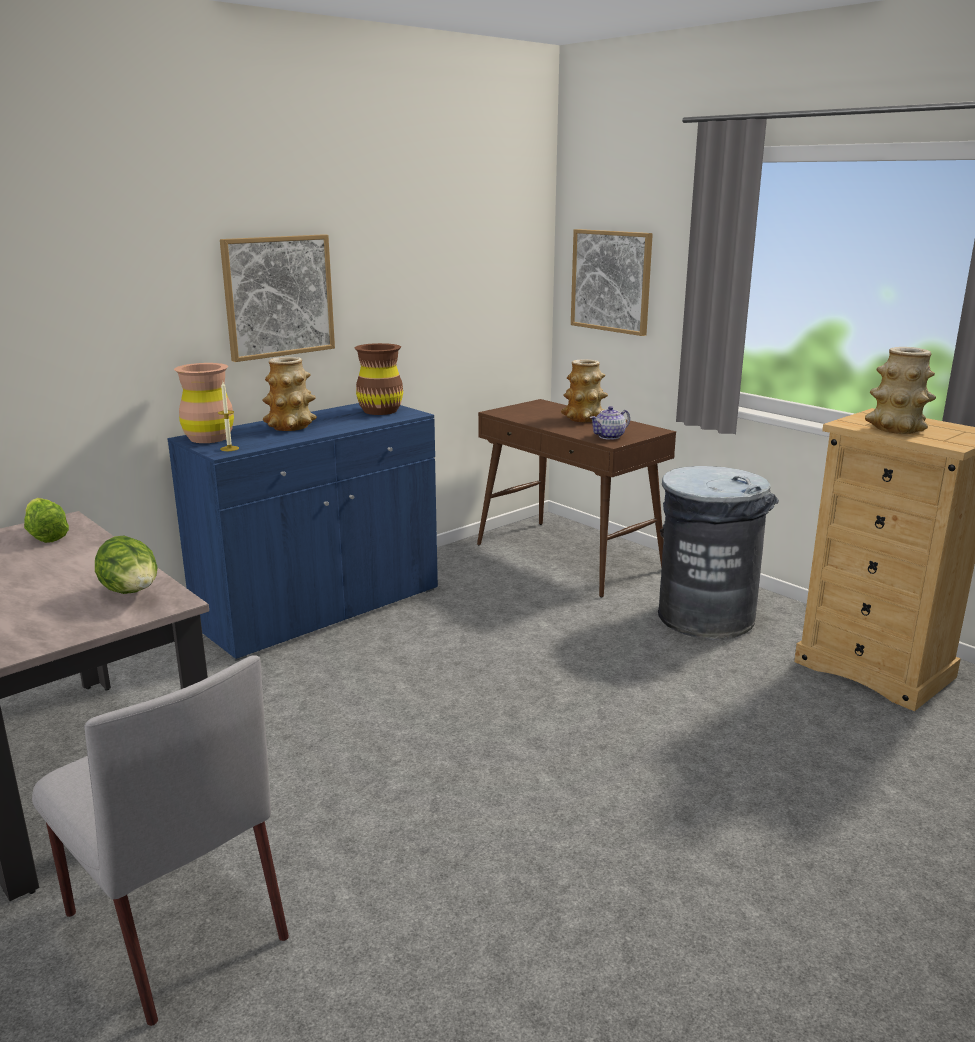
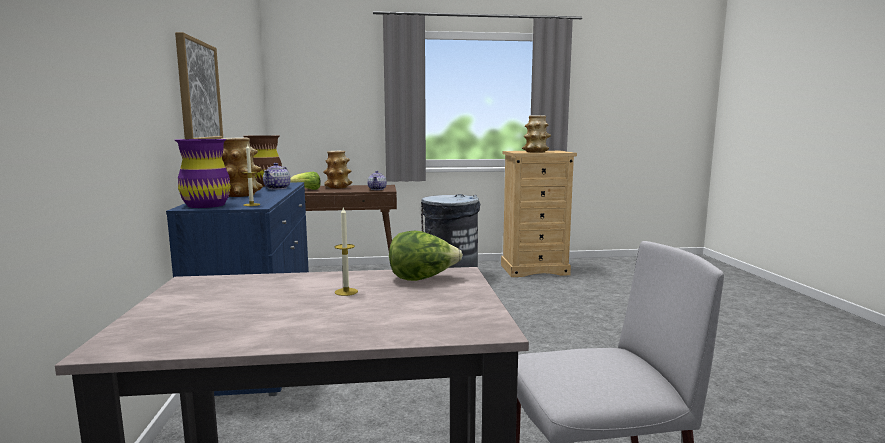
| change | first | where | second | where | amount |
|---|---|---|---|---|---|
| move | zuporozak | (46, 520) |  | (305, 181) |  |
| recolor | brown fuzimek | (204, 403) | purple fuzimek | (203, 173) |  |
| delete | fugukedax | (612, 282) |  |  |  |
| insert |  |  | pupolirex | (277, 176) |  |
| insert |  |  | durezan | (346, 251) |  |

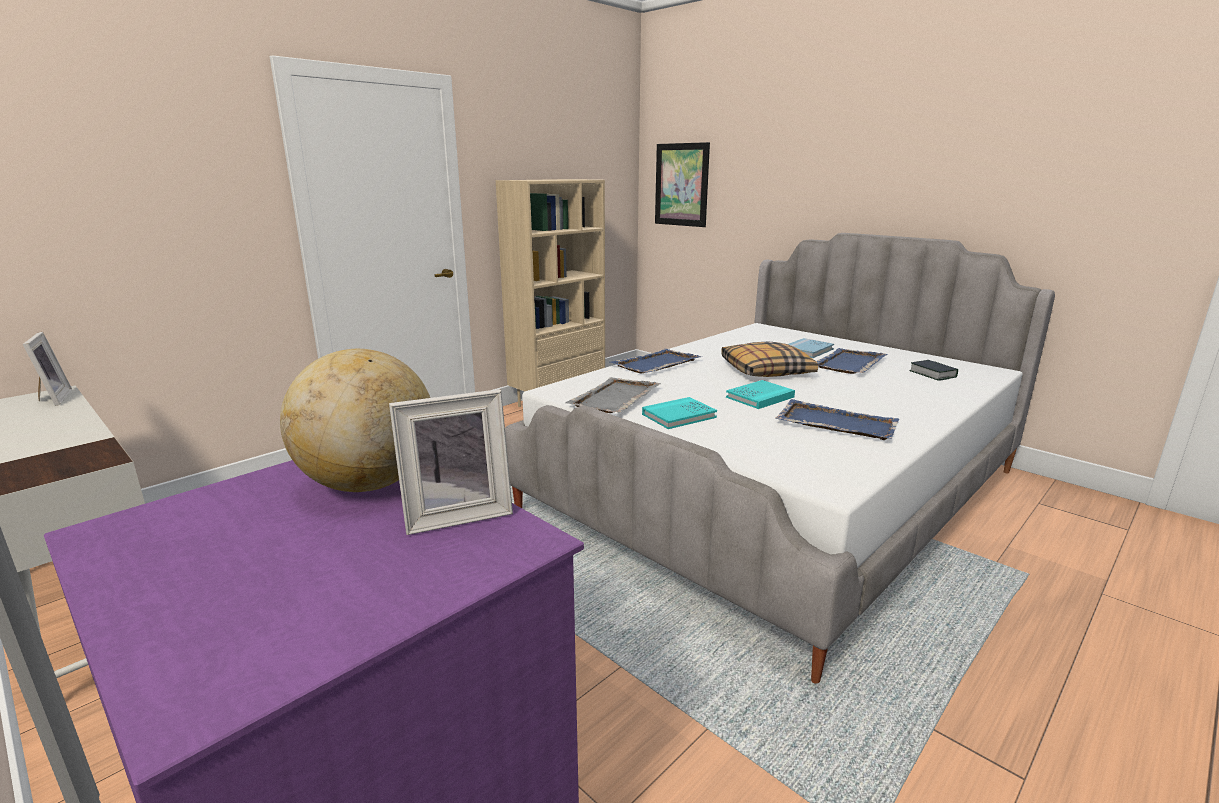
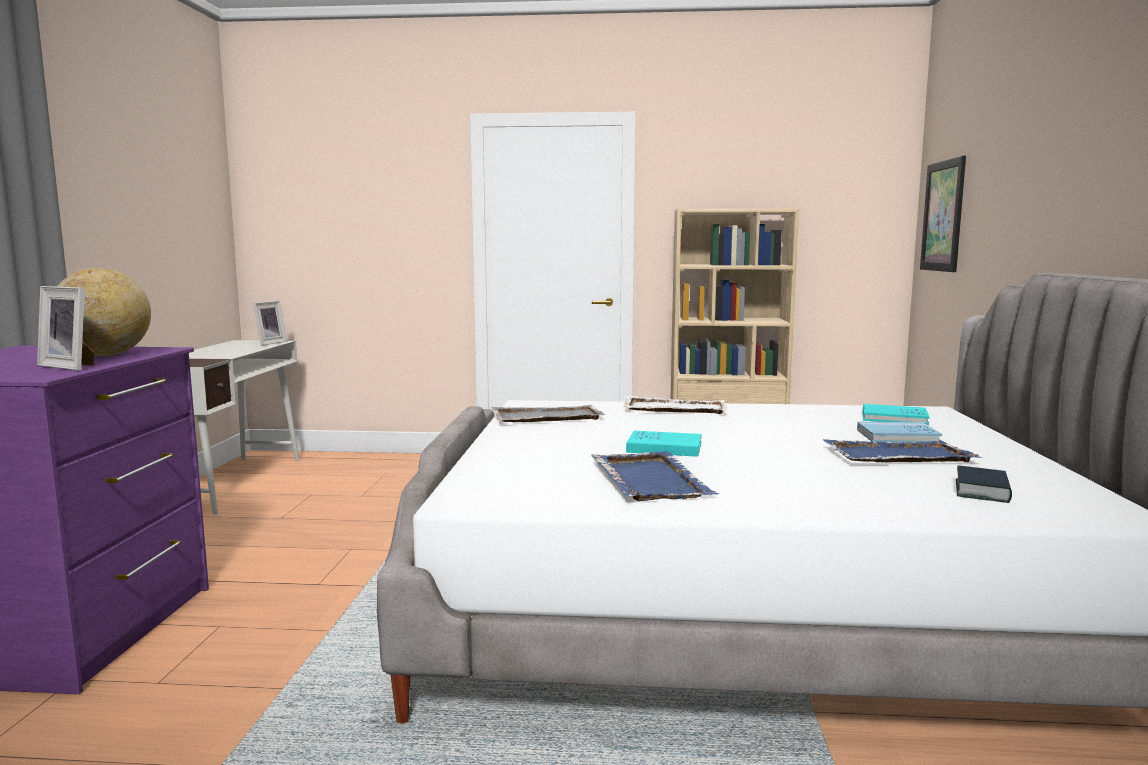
| change | first | where | second | where | amount |
|---|---|---|---|---|---|
| recolor | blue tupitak | (656, 361) | white tupitak | (675, 405) |  |
| move | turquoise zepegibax | (679, 413) |  | (896, 414) |  |
| delete | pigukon | (770, 359) |  |  |  |

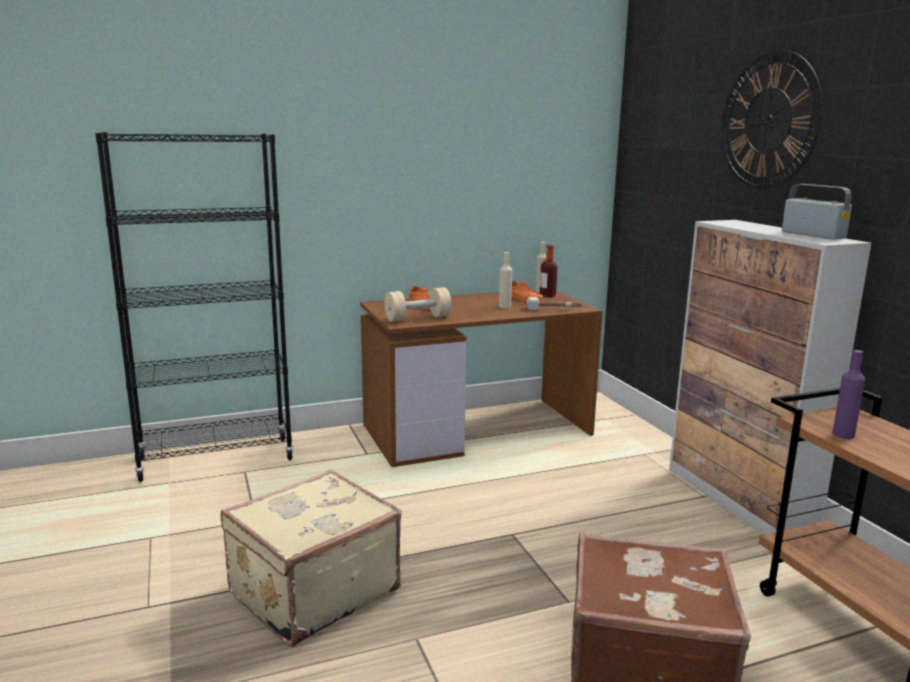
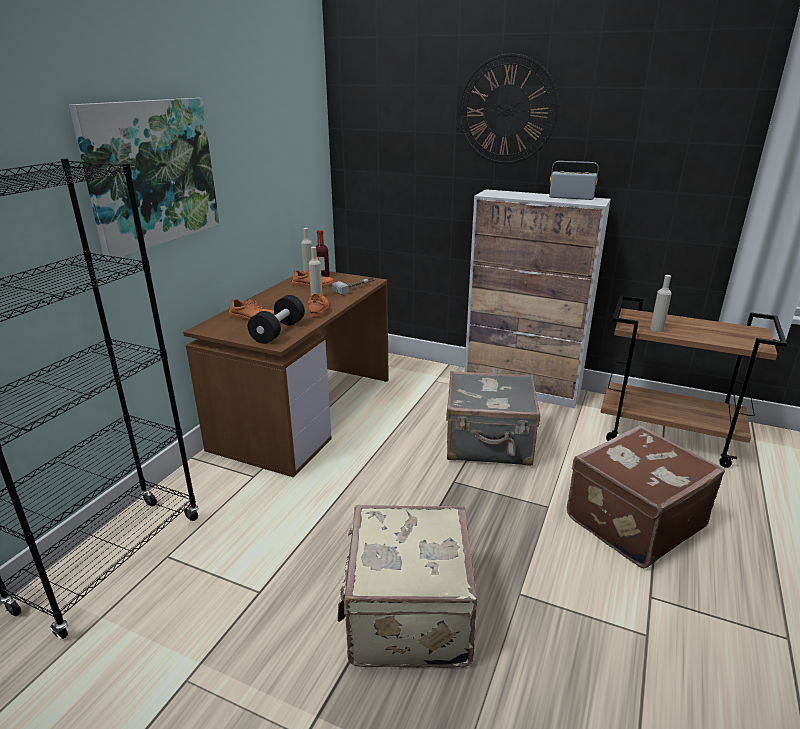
| change | first | where | second | where | amount |
|---|---|---|---|---|---|
| recolor | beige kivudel | (418, 304) | black kivudel | (276, 319) |  |
| recolor | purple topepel | (848, 394) | beige topepel | (661, 303) |  |
| insert |  |  | fugukedax | (144, 179) |  |
| insert |  |  | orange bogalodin | (318, 305) |  |
| insert |  |  | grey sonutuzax | (493, 418) |  |

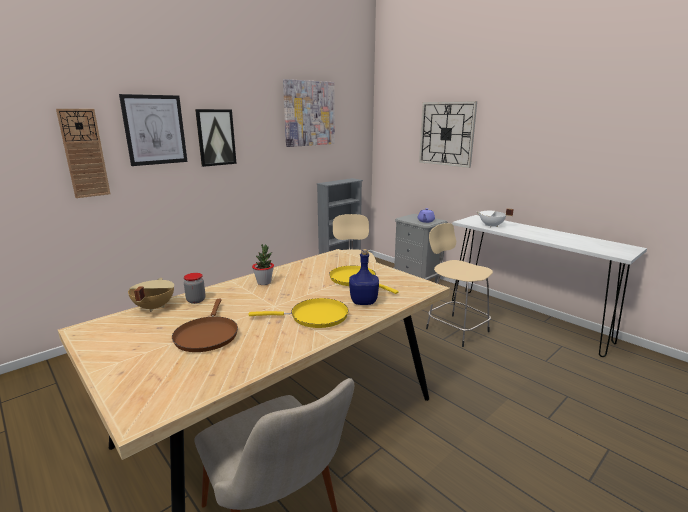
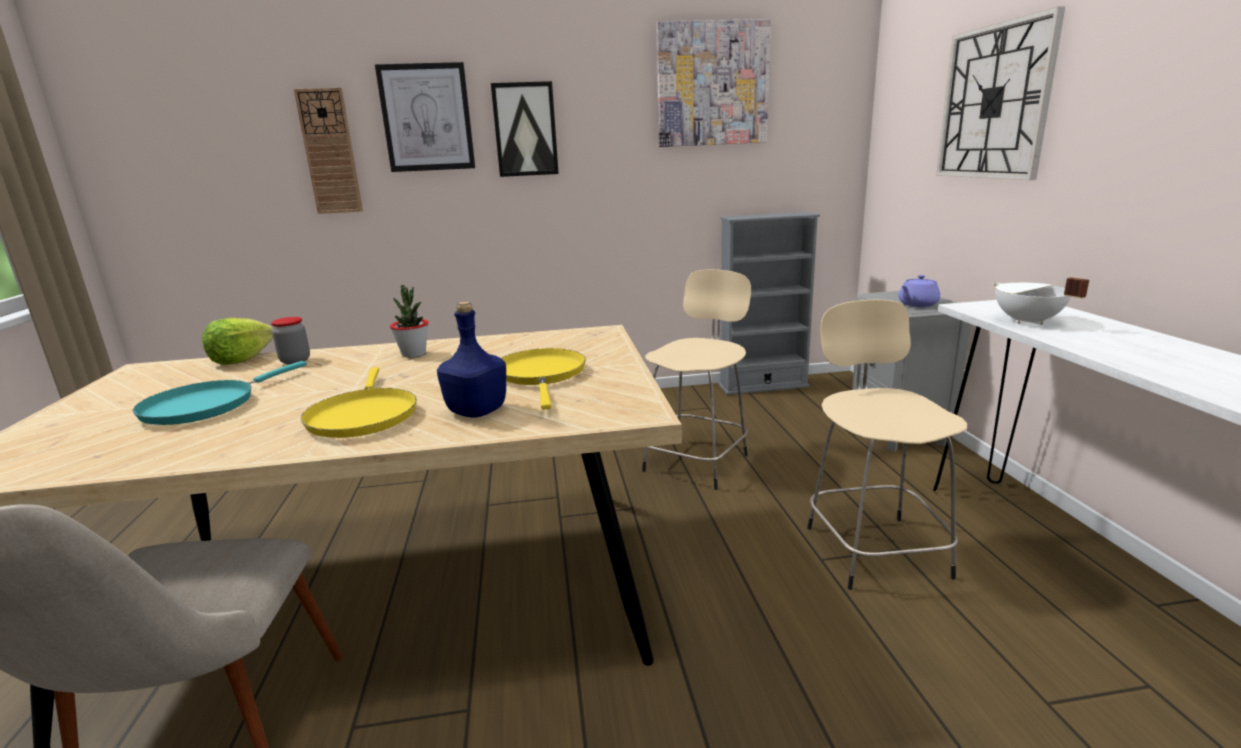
| change | first | where | second | where | amount |
|---|---|---|---|---|---|
| replace | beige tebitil | (151, 295) | zuporozak | (237, 341) |  |
| recolor | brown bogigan | (205, 325) | turquoise bogigan | (220, 393) |  |
| rotate | yellow bogigan | (298, 313) |  | (359, 402) | 45 degrees clockwise |

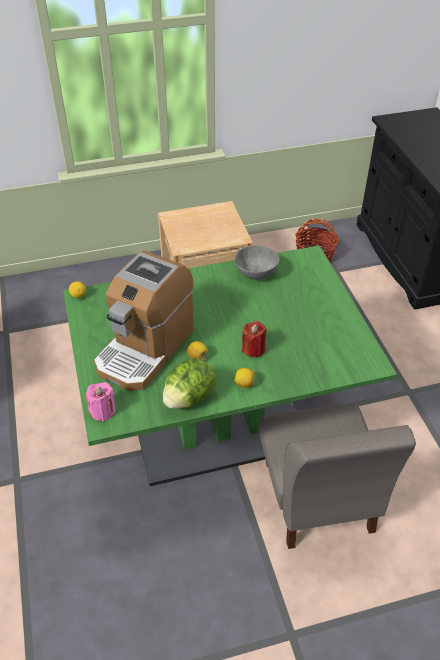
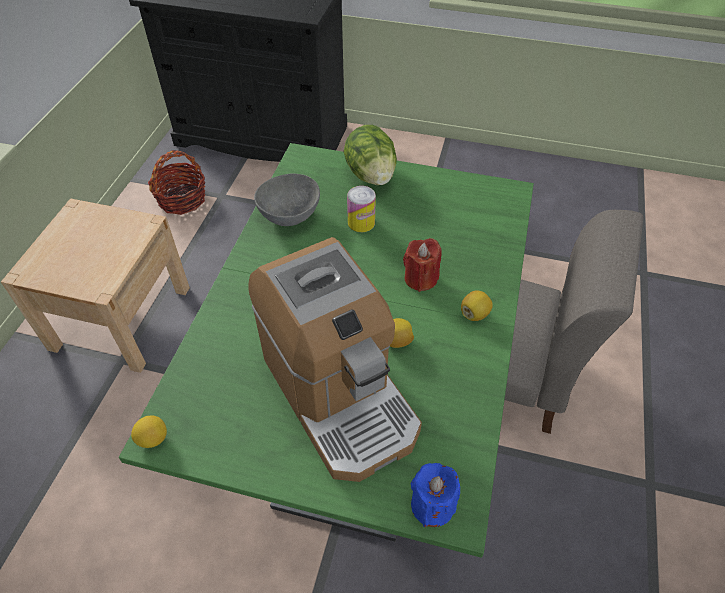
| change | first | where | second | where | amount |
|---|---|---|---|---|---|
| recolor | pink durezan | (100, 401) | blue durezan | (435, 495) |  |
| move | zuporozak | (189, 383) |  | (370, 155) |  |
| insert |  |  | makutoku | (361, 209) |  |

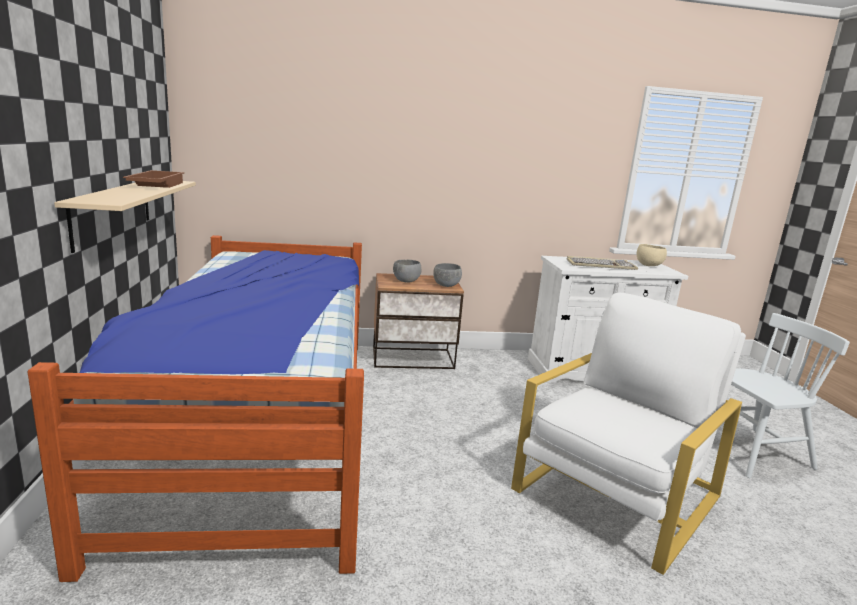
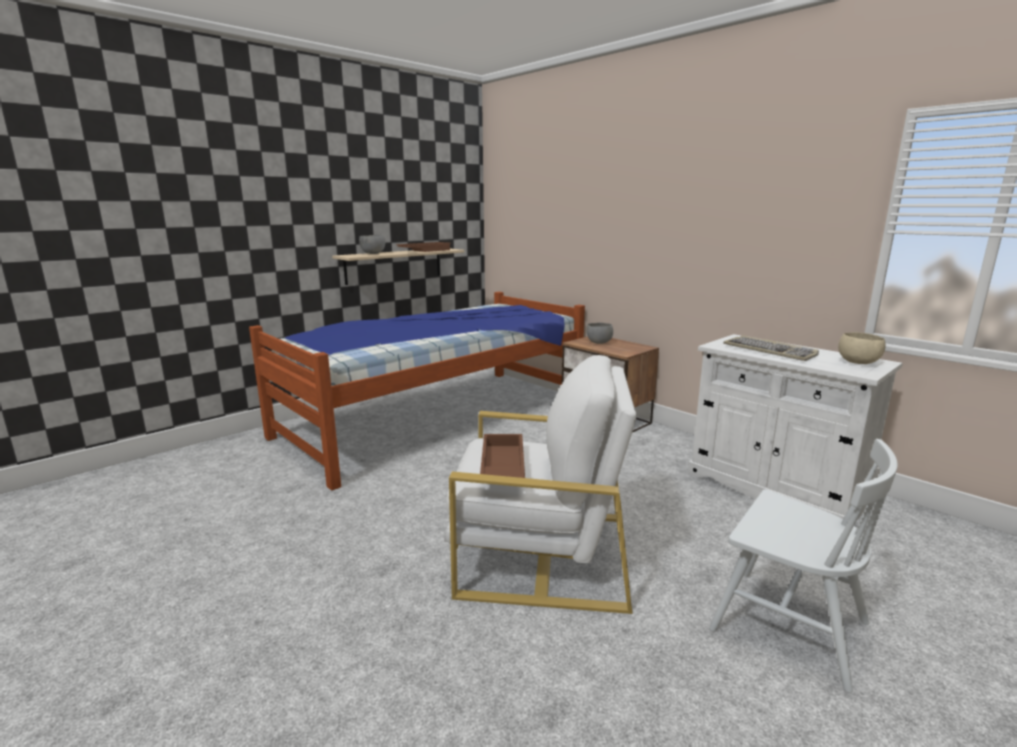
| change | first | where | second | where | amount |
|---|---|---|---|---|---|
| move | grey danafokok | (447, 275) |  | (372, 244) |  |
| insert |  |  | brown tupitak | (502, 456) |  |

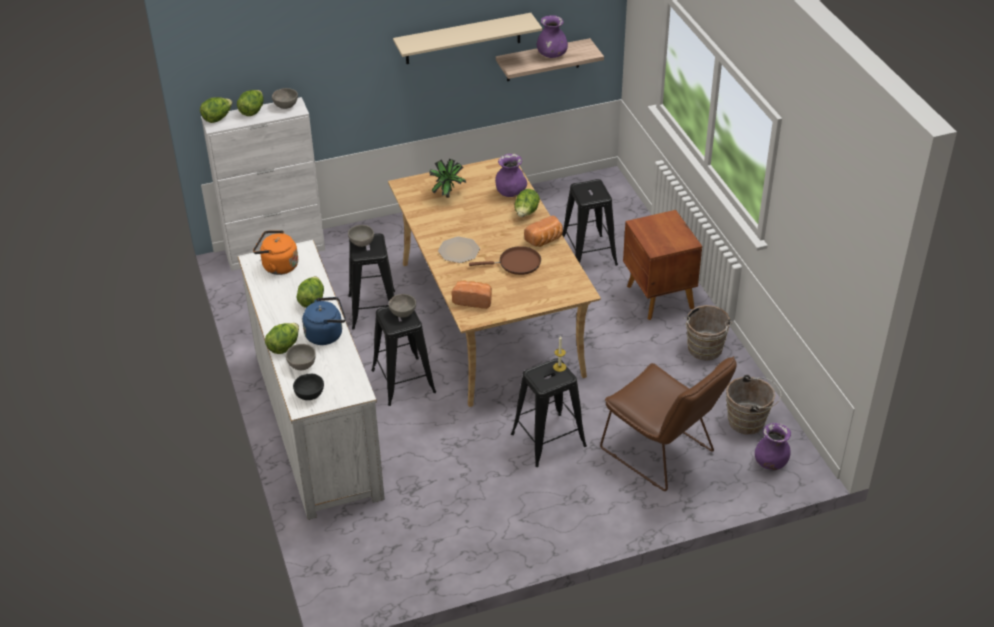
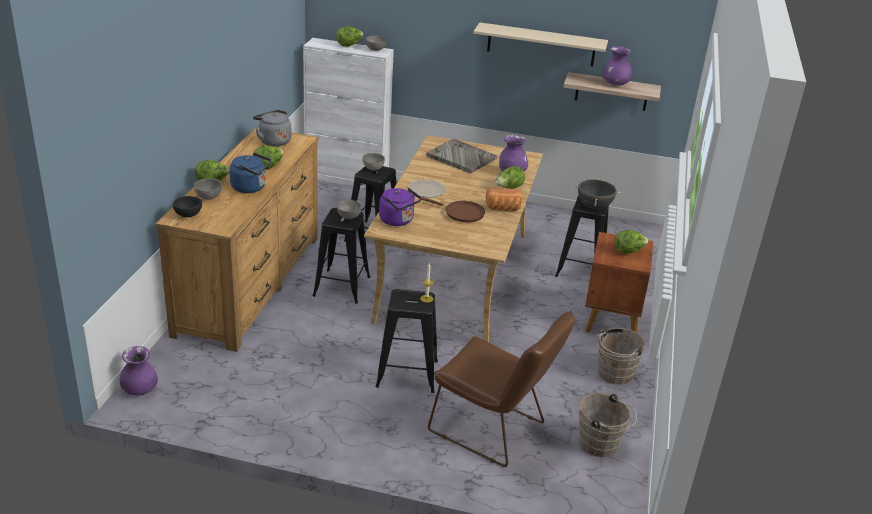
| change | first | where | second | where | amount |
|---|---|---|---|---|---|
| move | zuporozak | (216, 110) |  | (631, 242) |  |
| recolor | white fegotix | (311, 380) | brown fegotix | (237, 239) |  |
| recolor | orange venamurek | (275, 252) | grey venamurek | (272, 128) |  |
| replace | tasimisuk | (447, 178) | grey tupitak | (461, 156) |  |
| replace | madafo | (471, 294) | purple venamurek | (400, 207) |  |
| rotate | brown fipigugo | (668, 423) |  | (501, 389) | 45 degrees counterclockwise |
| move | purple fuzimek | (773, 446) |  | (138, 371) |  |
| insert |  |  | black tebitil | (597, 193) |  |

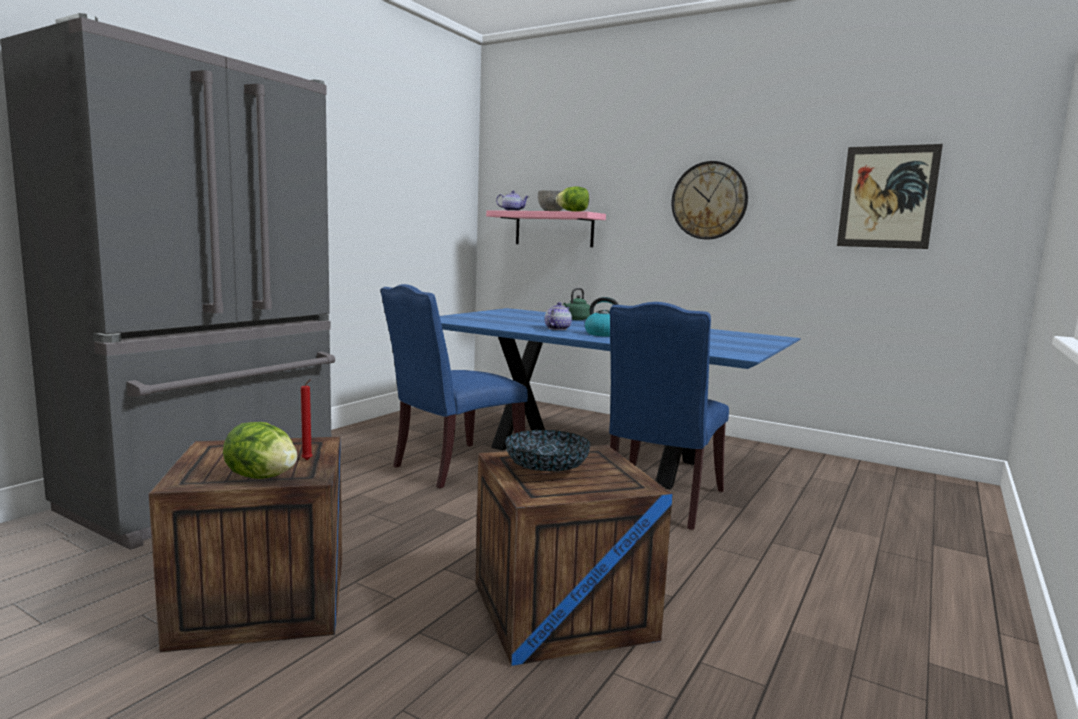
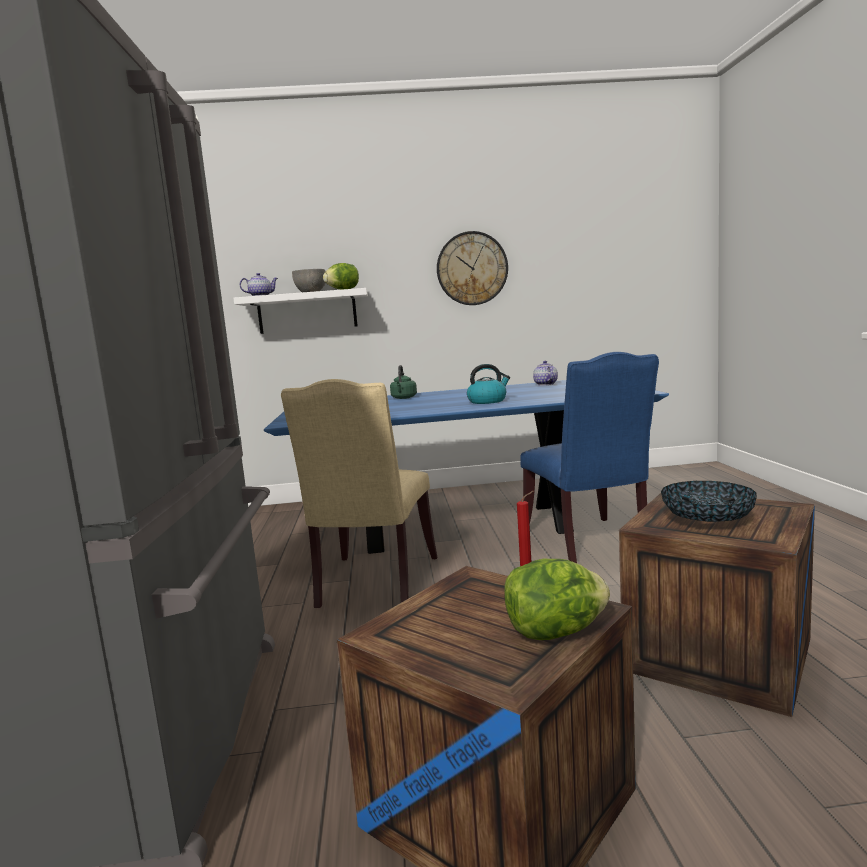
| change | first | where | second | where | amount |
|---|---|---|---|---|---|
| recolor | blue fipigugo | (454, 386) | beige fipigugo | (359, 493) |  |
| recolor | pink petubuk | (546, 228) | white petubuk | (300, 311) |  |
| move | pupolirex | (558, 316) |  | (545, 373) |  |
| delete | fugukedax | (890, 196) |  |  |  |

